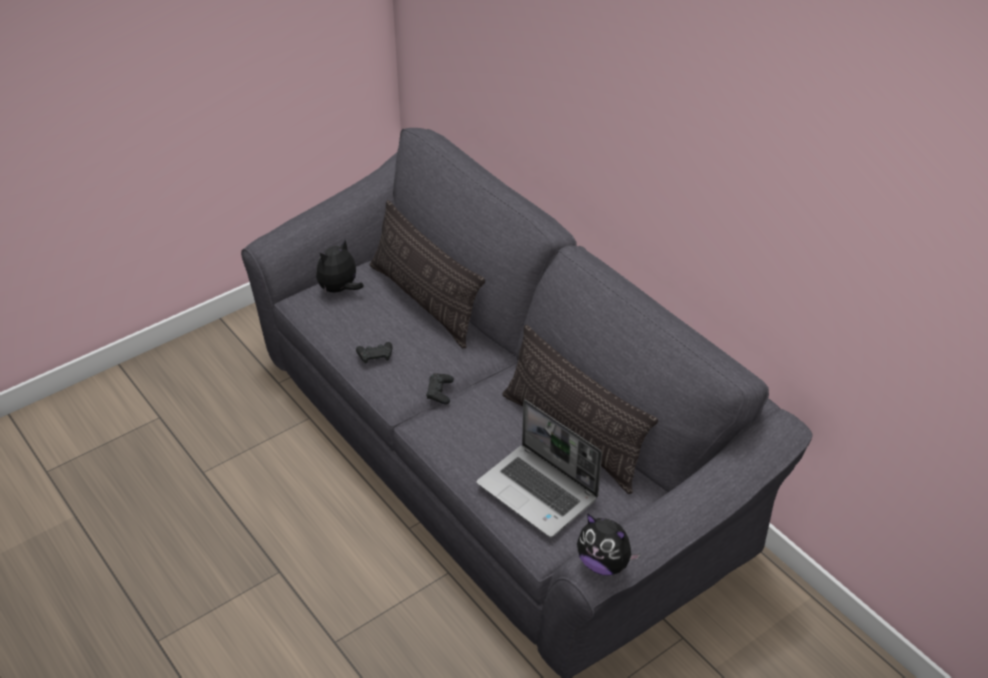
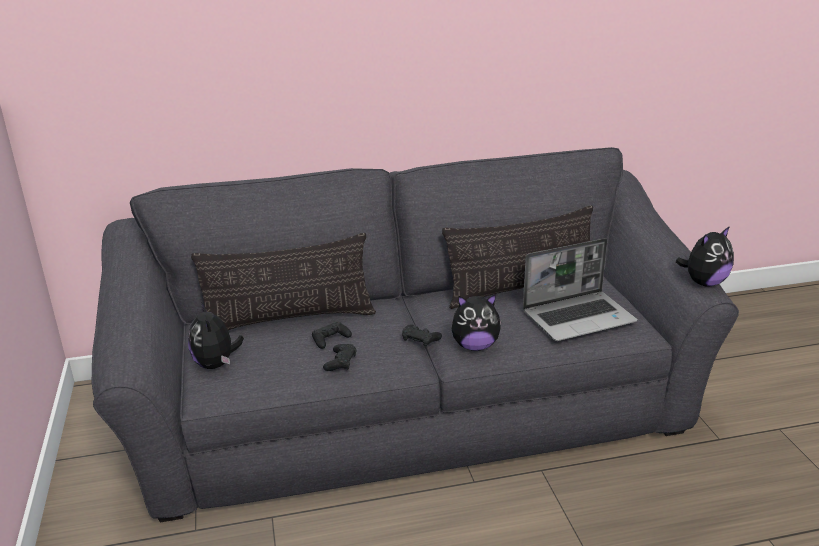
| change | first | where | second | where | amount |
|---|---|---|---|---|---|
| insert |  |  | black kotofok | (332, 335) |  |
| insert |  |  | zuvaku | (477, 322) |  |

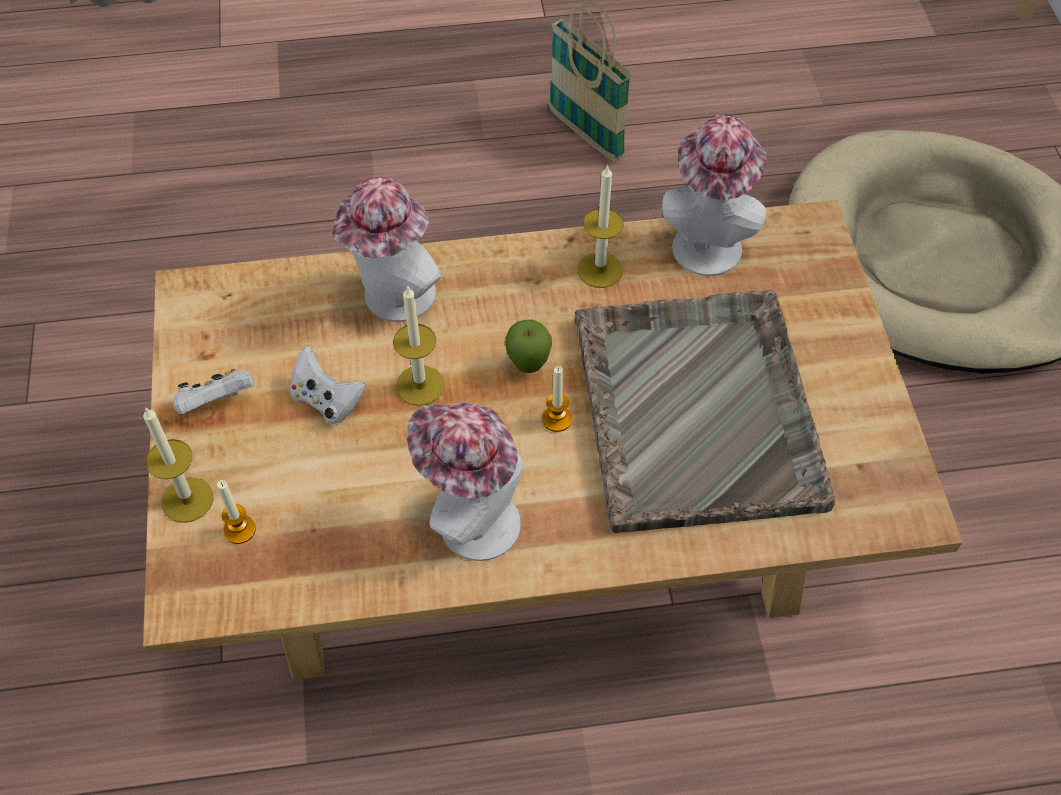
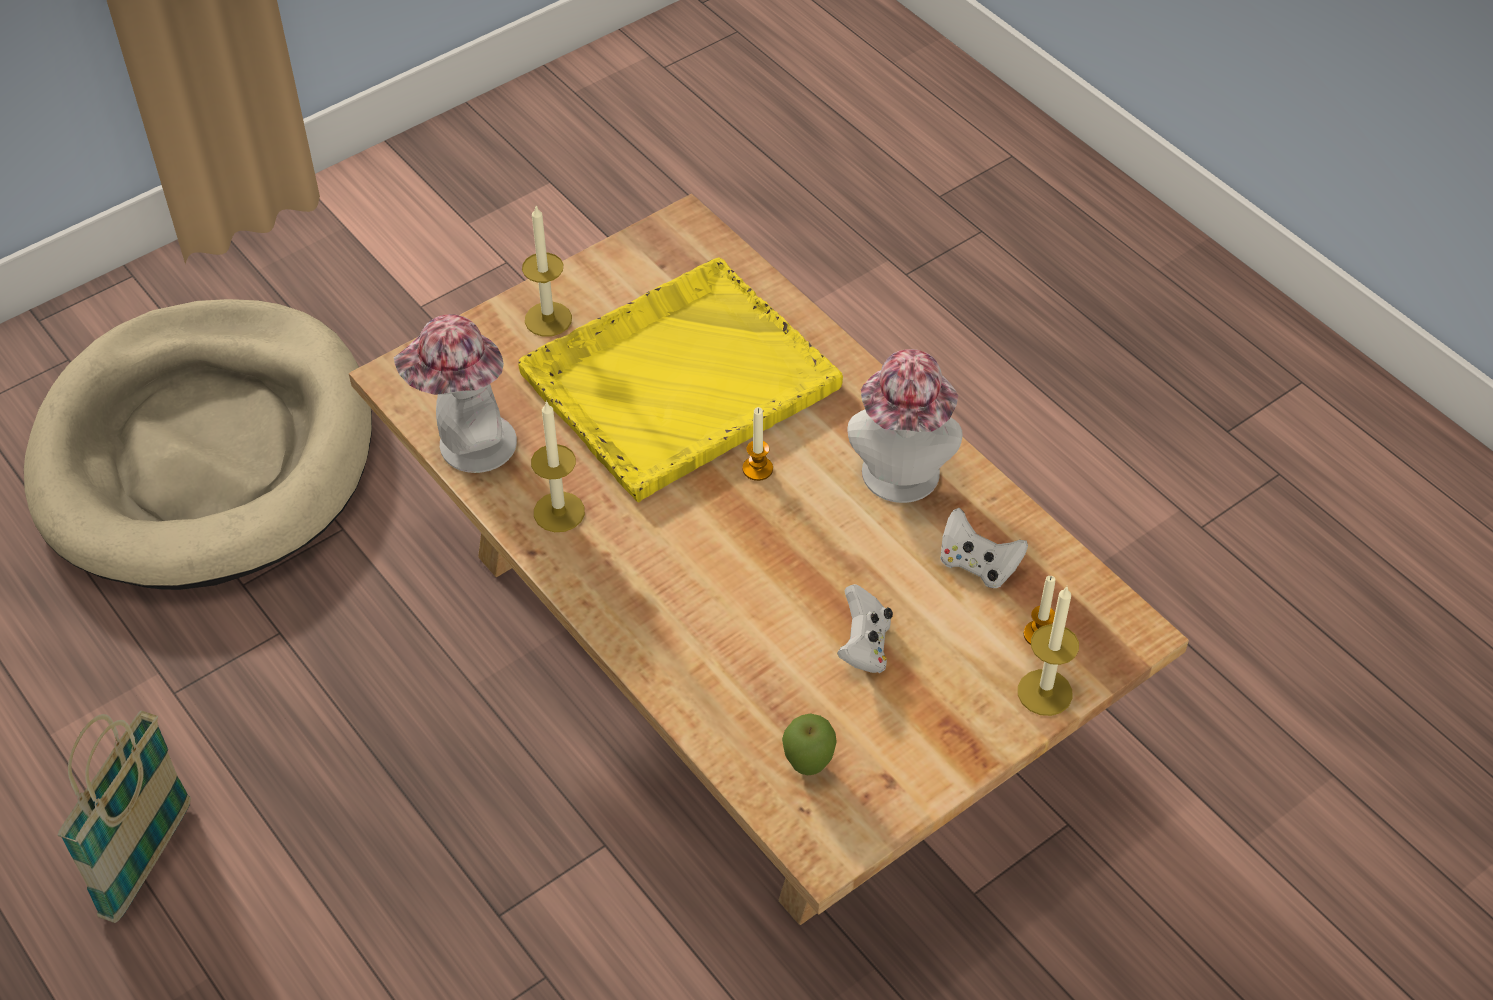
| change | first | where | second | where | amount |
|---|---|---|---|---|---|
| move | white kotofok | (213, 391) |  | (984, 548) |  |
| delete | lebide | (387, 249) |  |  |  |
| move | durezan | (419, 345) |  | (547, 271) |  |
| move | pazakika | (528, 346) |  | (809, 744) |  |
| recolor | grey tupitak | (705, 411) | yellow tupitak | (680, 380) |  |

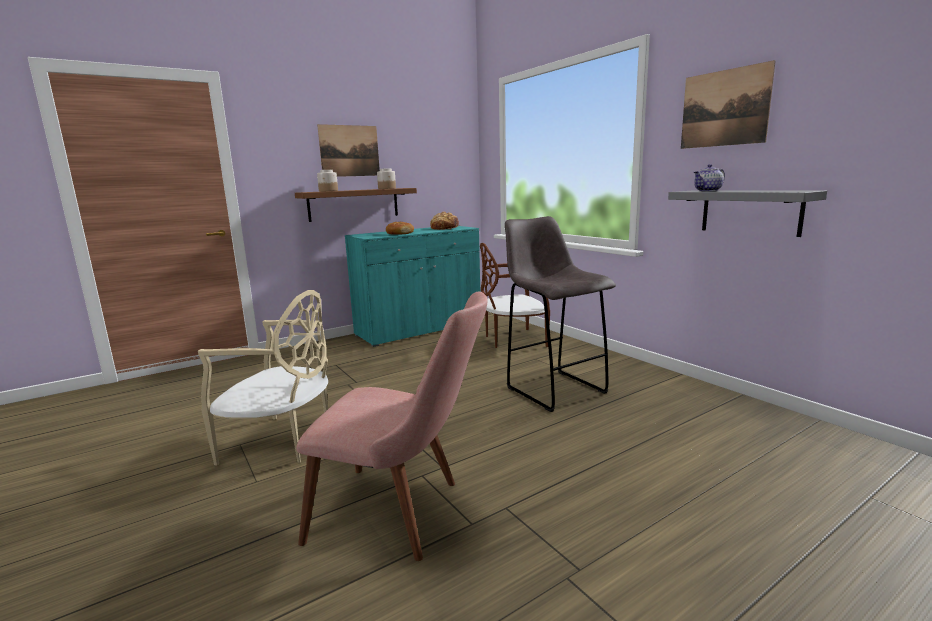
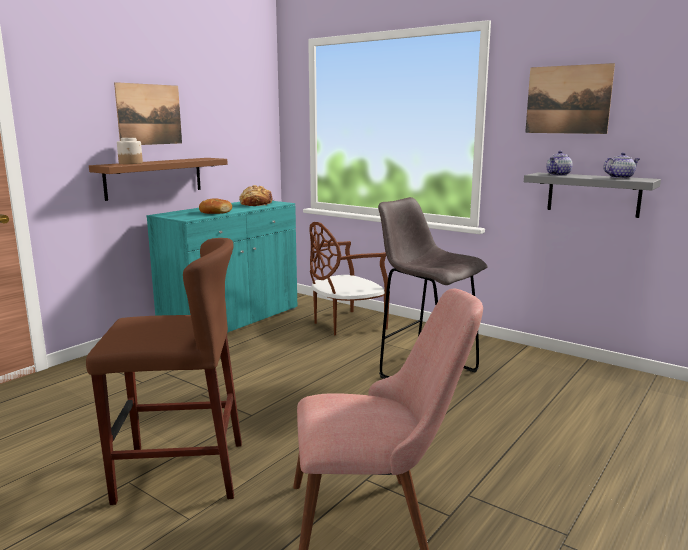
| change | first | where | second | where | amount |
|---|---|---|---|---|---|
| replace | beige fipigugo | (263, 377) | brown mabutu | (164, 371) |  |
| delete | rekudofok | (386, 178) |  |  |  |
| insert |  |  | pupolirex | (621, 165) |  |

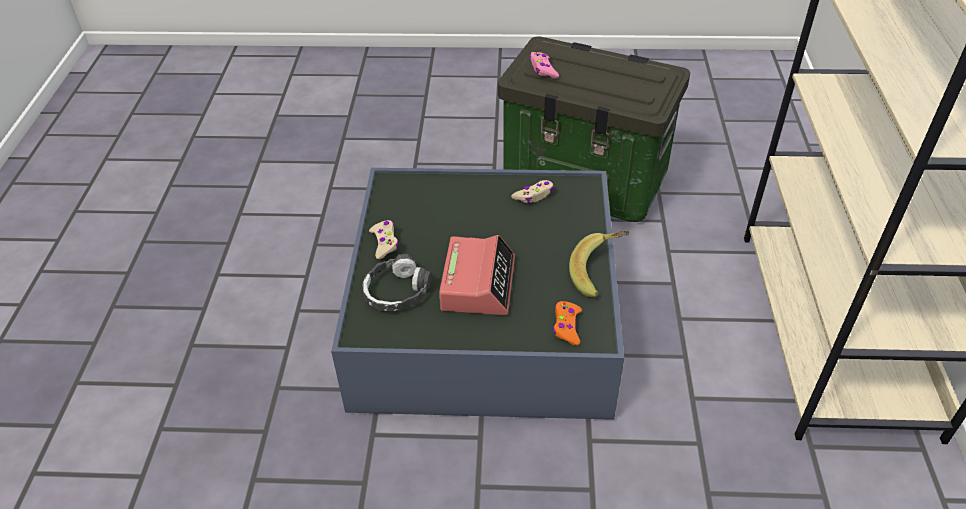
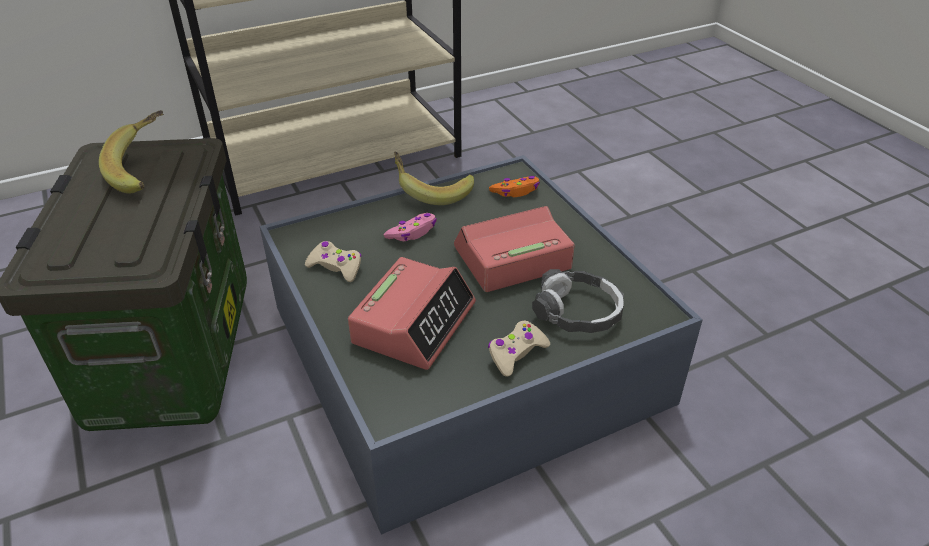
| change | first | where | second | where | amount |
|---|---|---|---|---|---|
| move | pink kotofok | (544, 65) |  | (410, 227) |  |
| insert |  |  | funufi | (131, 152) |  |
| insert |  |  | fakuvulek | (412, 313) |  |

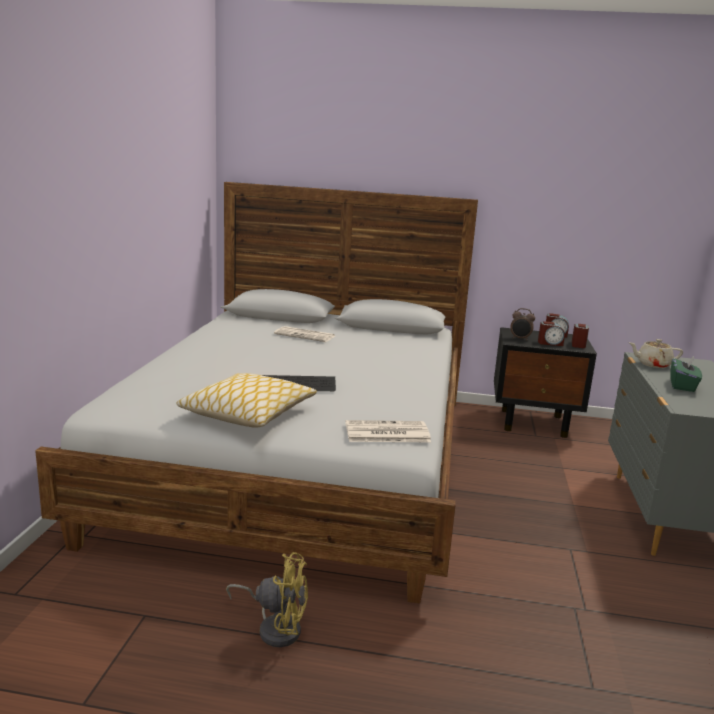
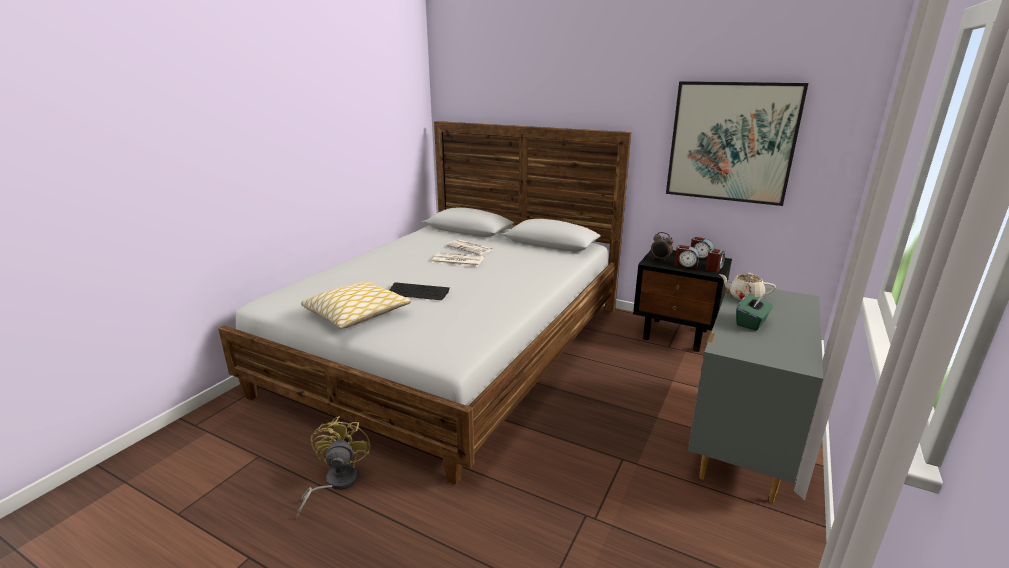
| change | first | where | second | where | amount |
|---|---|---|---|---|---|
| rotate | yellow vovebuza | (267, 599) |  | (333, 467) | 120 degrees counterclockwise |
| move | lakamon | (388, 431) |  | (458, 259) |  |
| insert |  |  | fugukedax | (737, 143) |  |

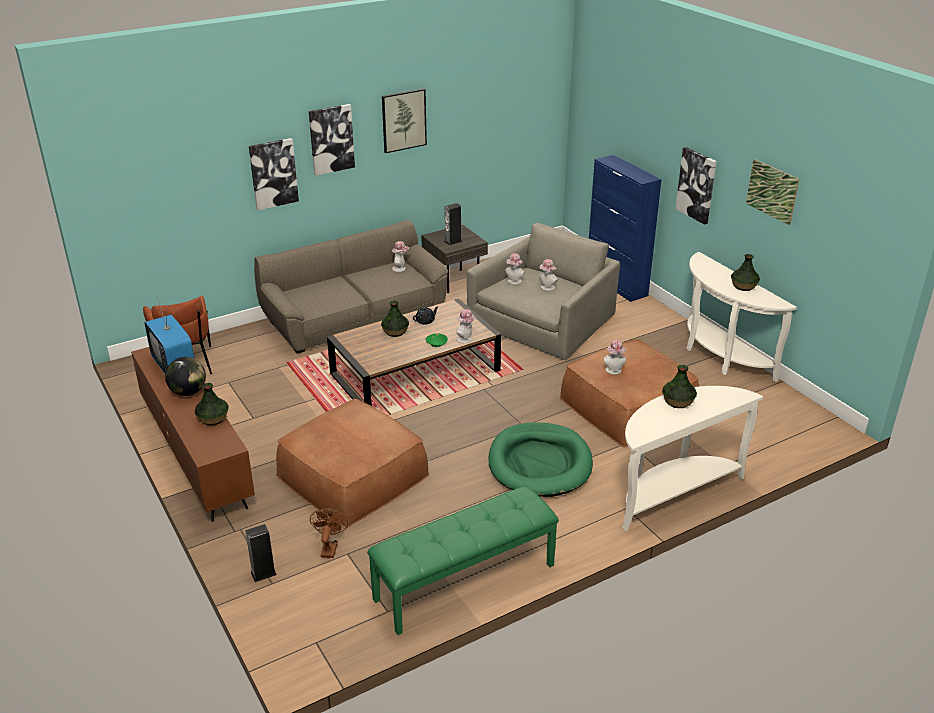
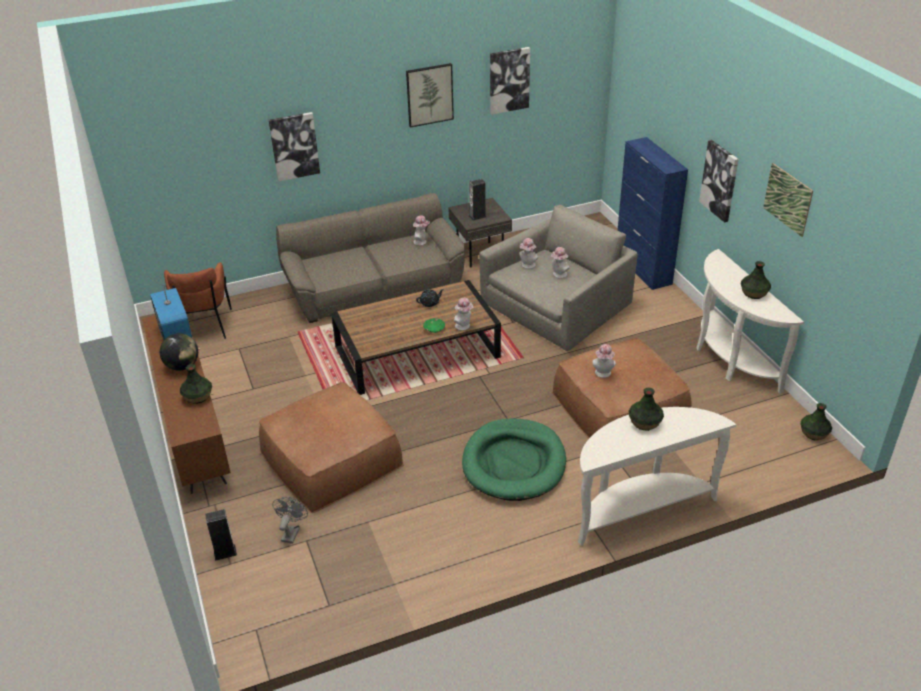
| change | first | where | second | where | amount |
|---|---|---|---|---|---|
| move | fugukedax | (332, 140) |  | (510, 80) |  |
| recolor | brown vovebuza | (329, 533) | grey vovebuza | (290, 520) |  |
| delete | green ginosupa | (463, 560) |  |  |  |
| move | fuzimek | (395, 319) |  | (816, 421) |  |

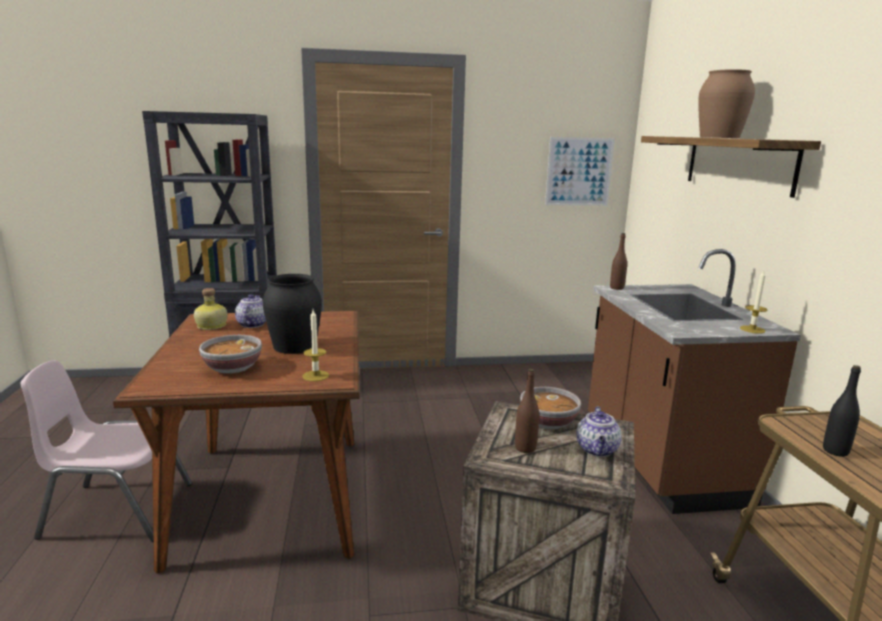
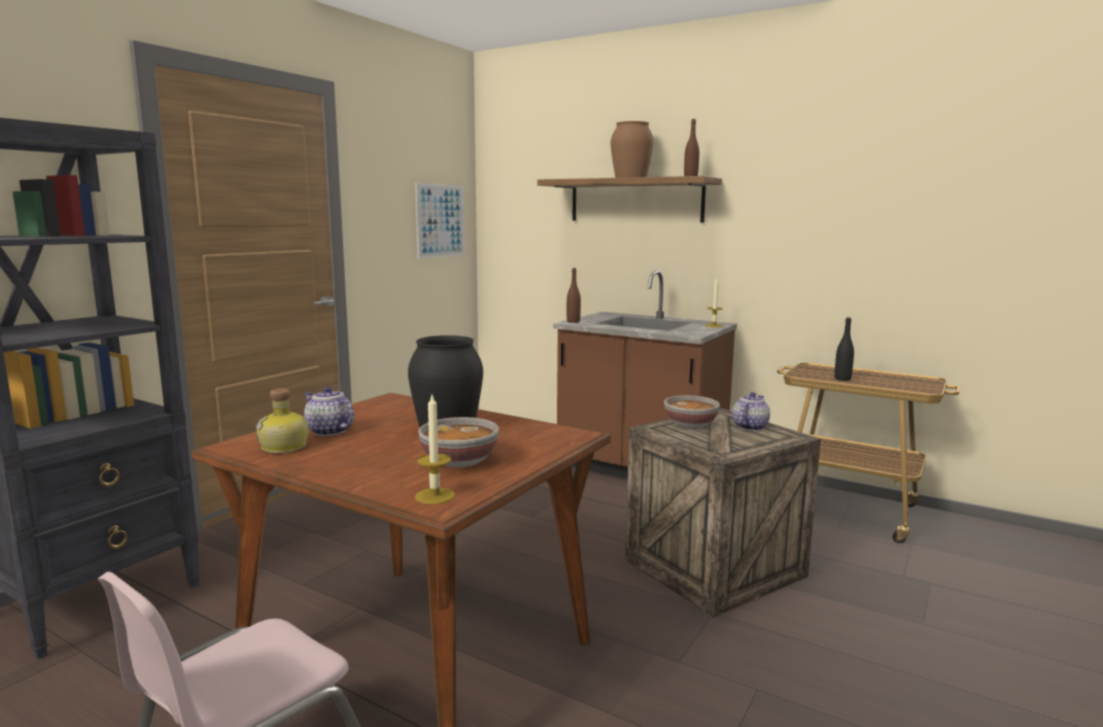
| change | first | where | second | where | amount |
|---|---|---|---|---|---|
| move | durezan | (315, 345) |  | (435, 449) |  |
| move | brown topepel | (527, 411) |  | (691, 147) |  |
| rotate | pupolirex | (599, 431) |  | (751, 411) | 105 degrees counterclockwise |

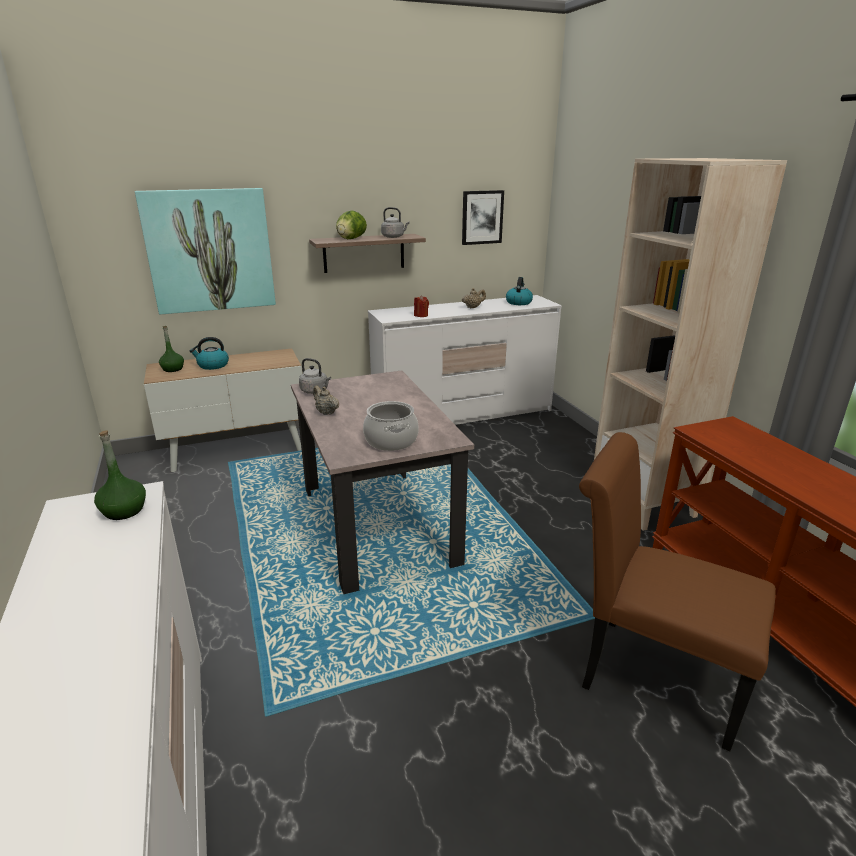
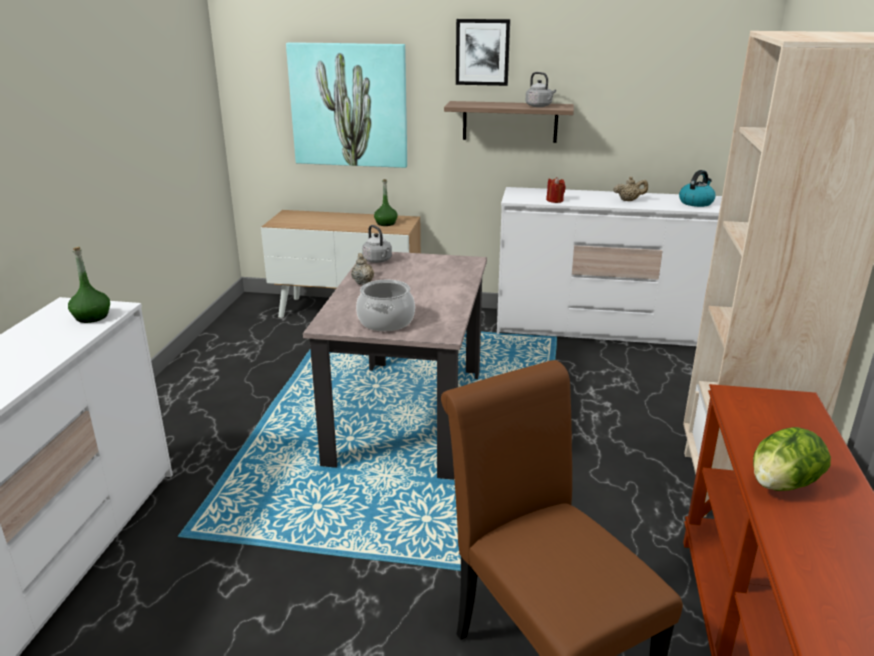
| change | first | where | second | where | amount |
|---|---|---|---|---|---|
| move | green topepel | (171, 349) |  | (386, 202) |  |
| delete | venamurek | (209, 353) |  |  |  |
| move | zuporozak | (351, 224) |  | (792, 459) |  |
| move | fugukedax | (483, 217) |  | (483, 52) |  |

